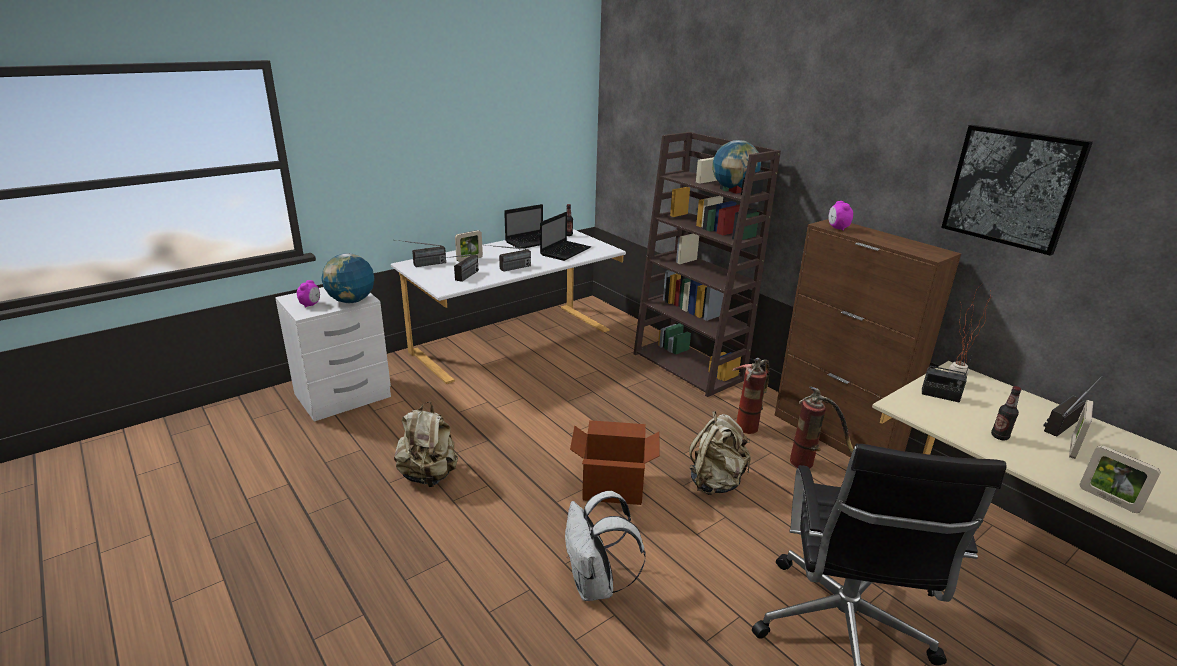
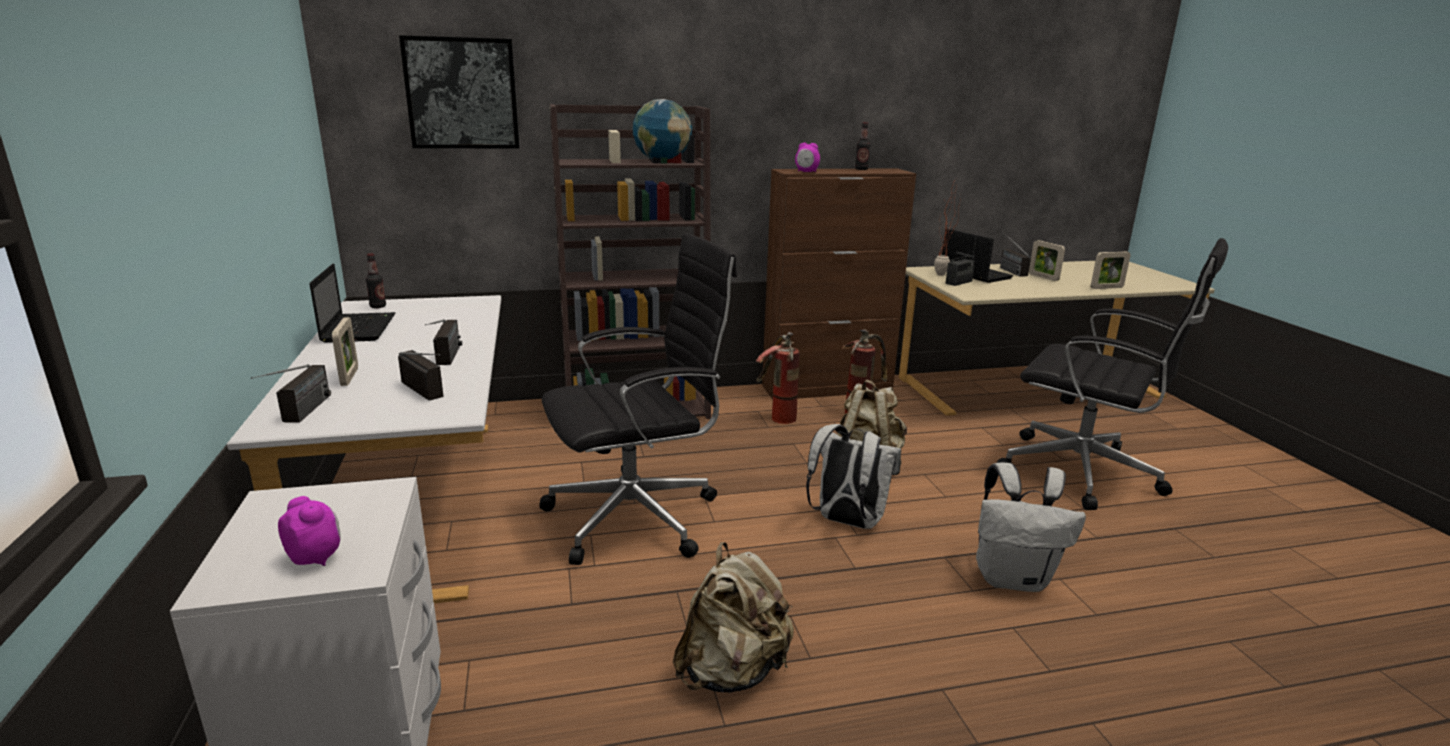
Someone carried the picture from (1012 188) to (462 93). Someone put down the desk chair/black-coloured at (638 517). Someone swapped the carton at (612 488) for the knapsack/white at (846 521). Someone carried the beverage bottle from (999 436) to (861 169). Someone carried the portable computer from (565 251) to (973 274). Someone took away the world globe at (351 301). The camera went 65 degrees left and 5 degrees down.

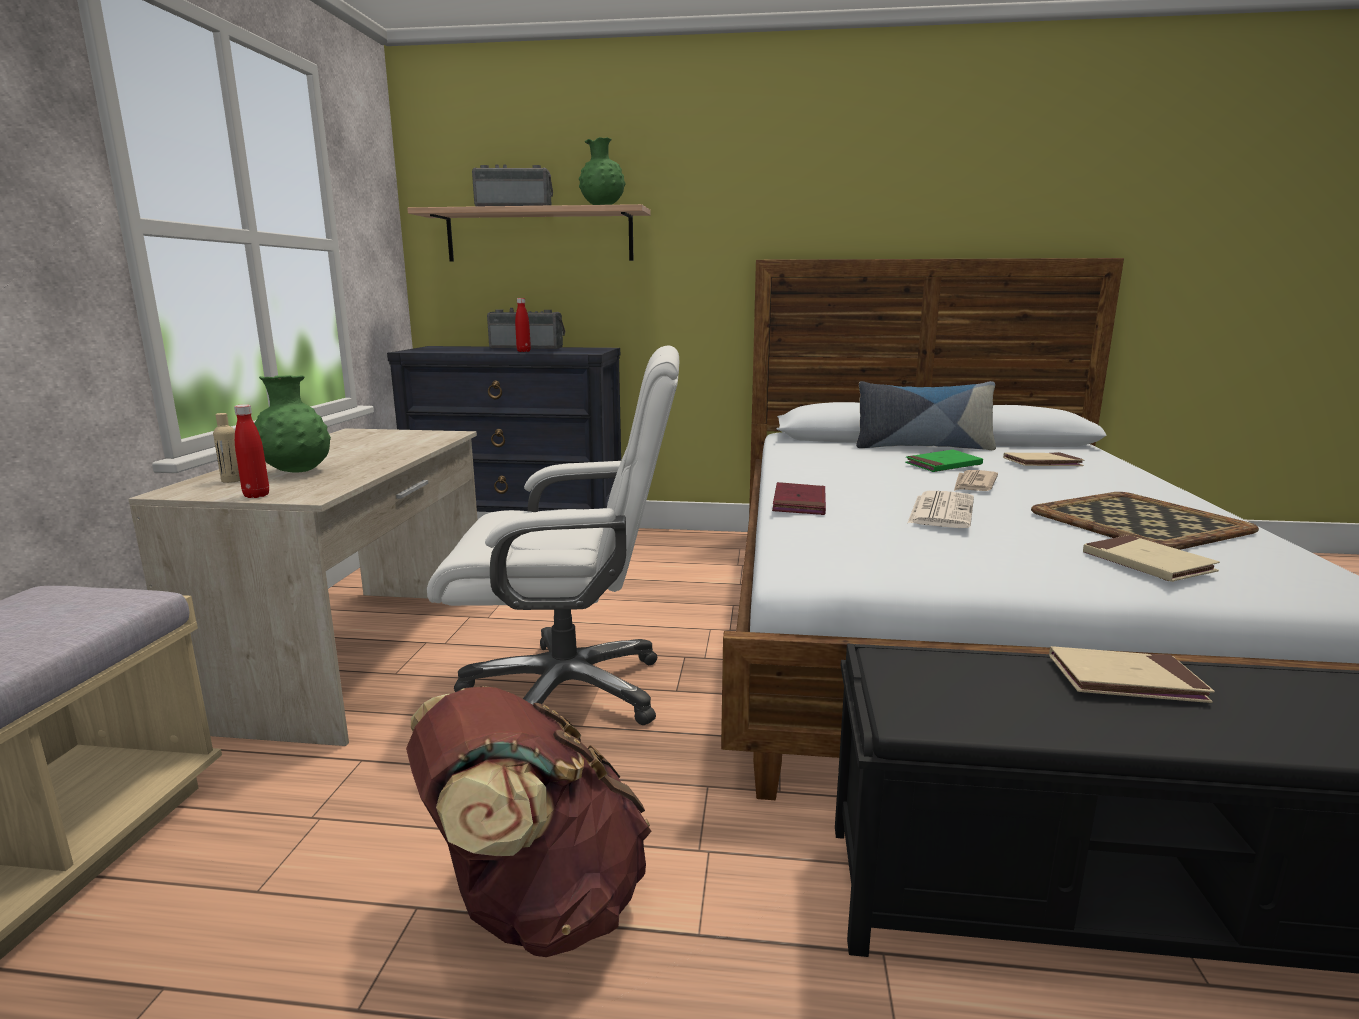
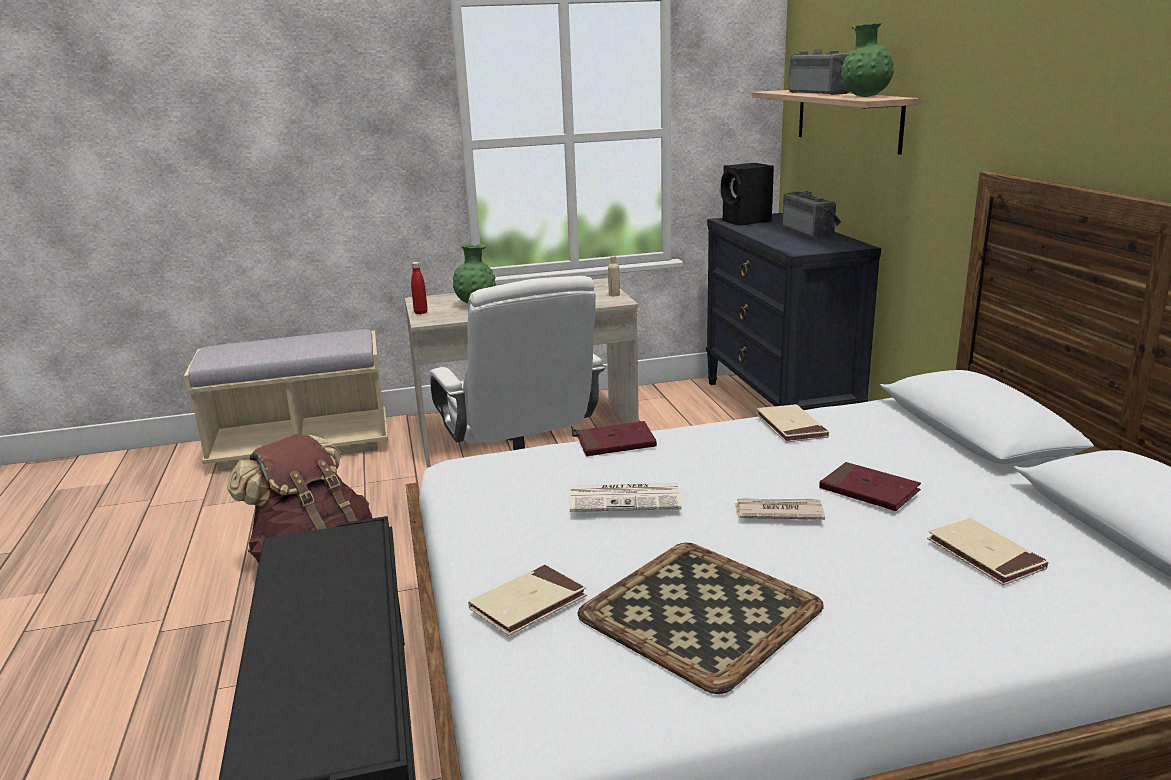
Someone carried the beverage bottle/beige from (232 480) to (614 295). Someone put down the loudspeaker/black-coloured at (747 221). Someone carried the volume/beige from (1125 680) to (791 427). Someone repainted the volume/greenish at (943 465), which became the volume/red at (869 491). Someone took away the beverage bottle/red at (523 351). Someone took away the throw pillow at (922 447). The camera went 70 degrees right and 5 degrees up.

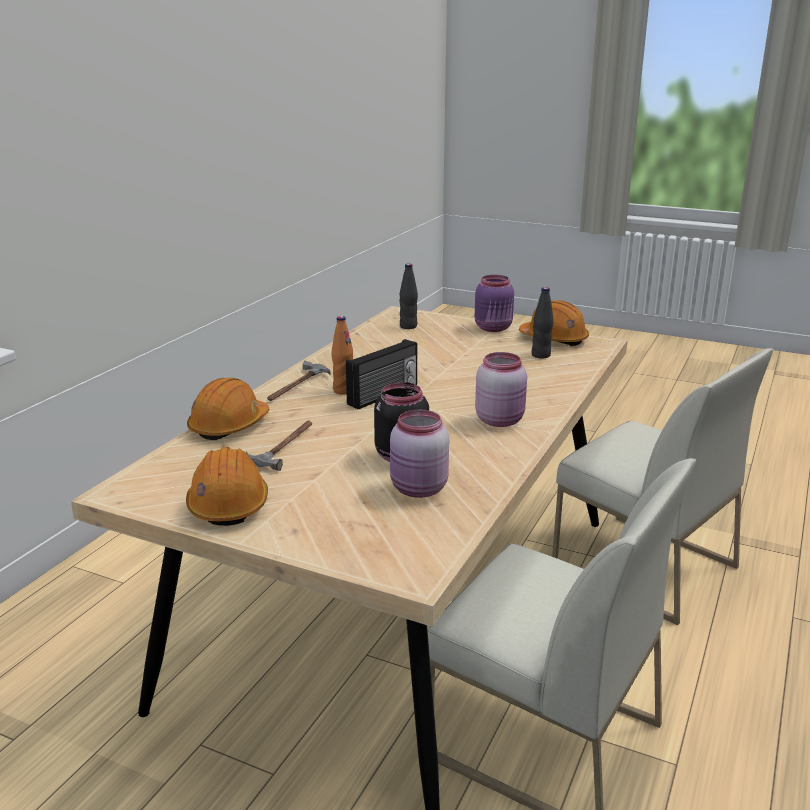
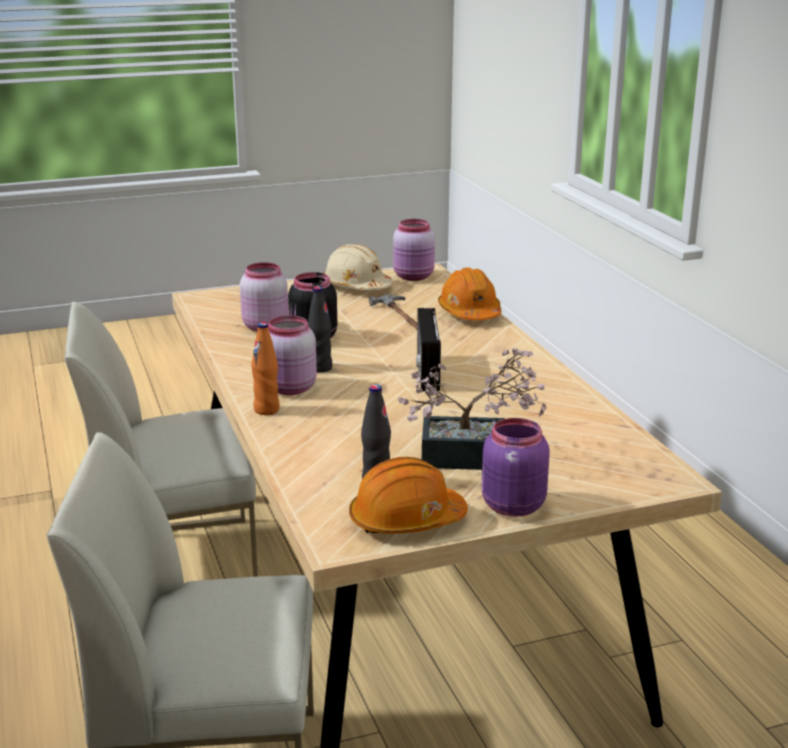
Someone carried the beverage bottle/orangey from (343 390) to (266 410). Someone carried the beverage bottle/black-coloured from (408 326) to (320 368). Someone repainted the safety helmet/orangey at (228 504), which became the safety helmet/beige at (356 286). Someone put down the preserve jar/pink at (414 277). Someone put down the houseplant at (475 457). Someone took away the hand hammer at (296 386). The camera went 135 degrees right and 0 degrees up.

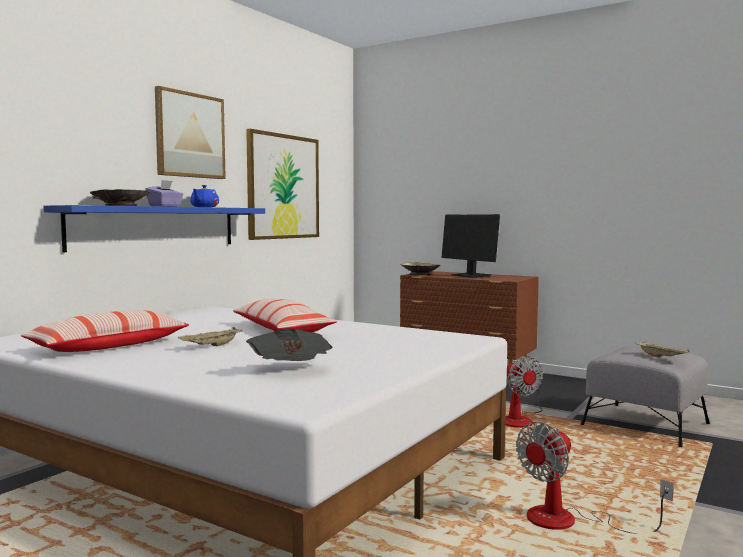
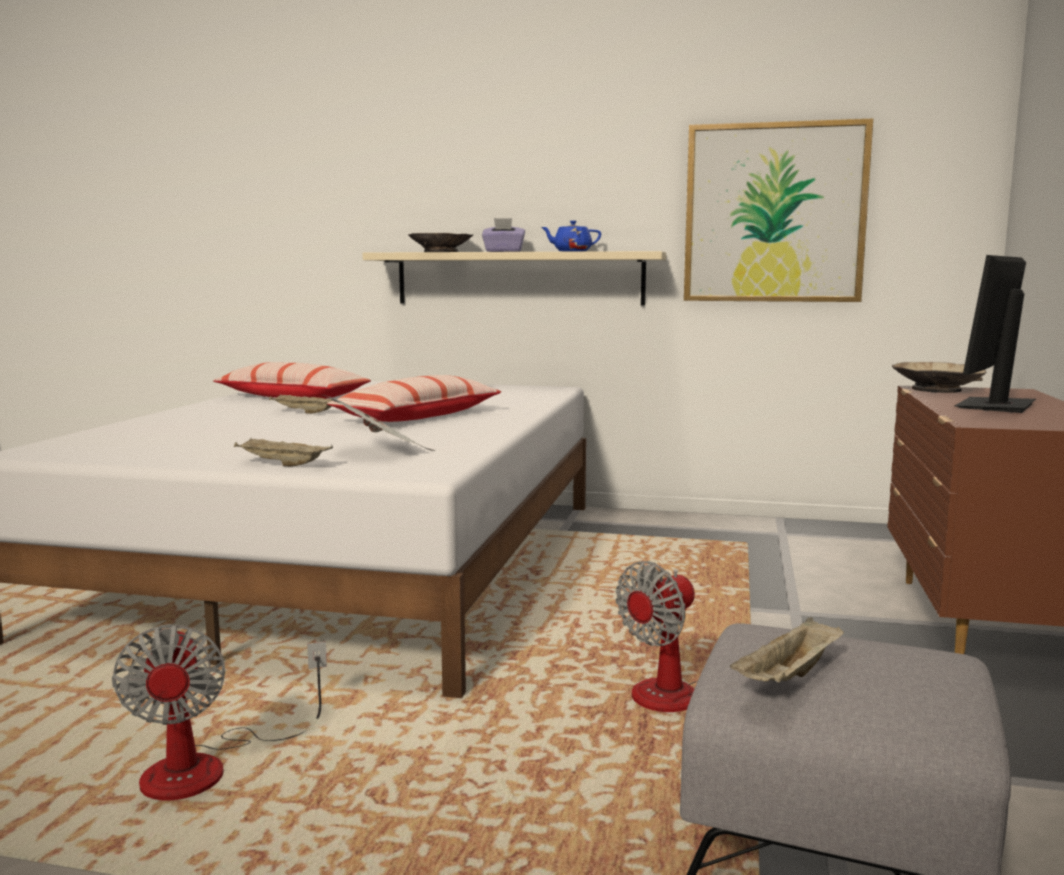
Someone rotated the fan at (569 521) by 135 degrees counterclockwise. Someone put down the carrying tray/beige at (281 464). Someone carried the printed paper from (291 370) to (381 452). Someone repainted the wall shelf/blue-coloured at (156 227), which became the wall shelf/beige at (519 278). Someone took away the picture at (190 135). The camera went 70 degrees right and 5 degrees up.

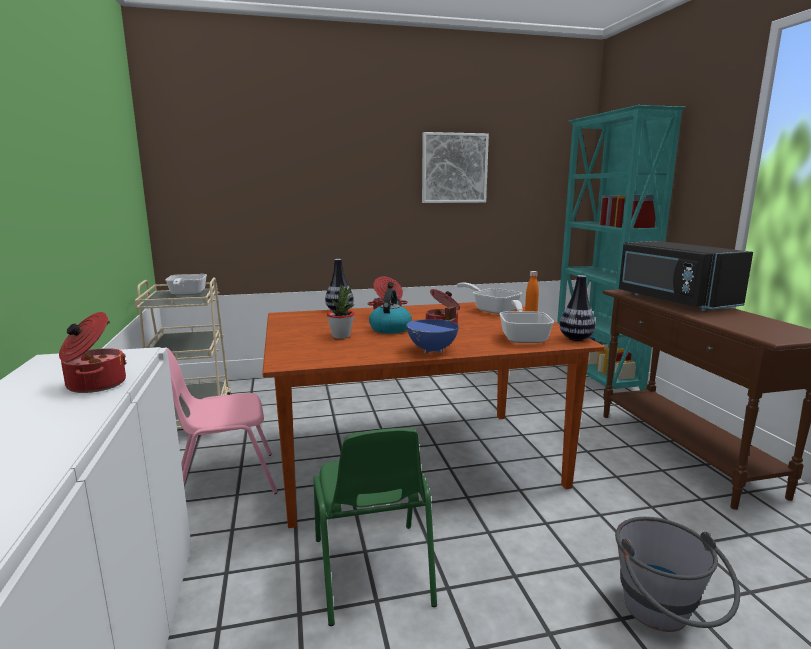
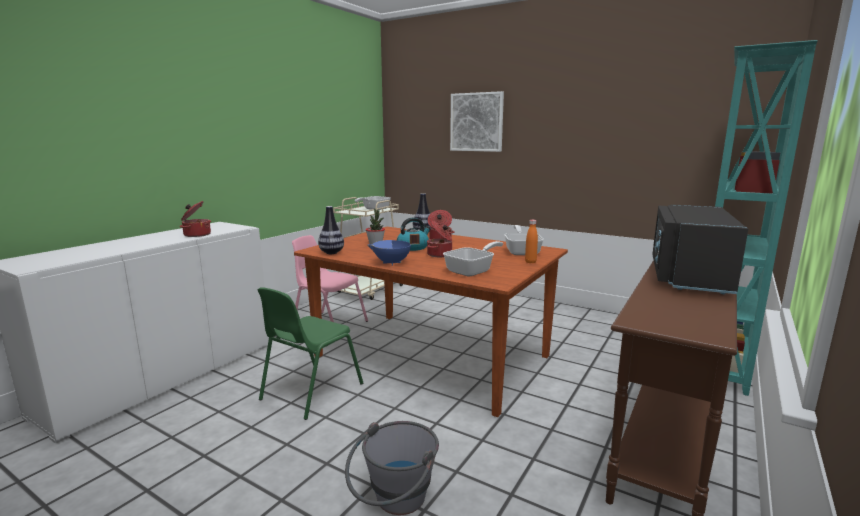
Someone carried the flower vase from (576 339) to (331 253). Someone carried the picture from (454 168) to (476 122). The camera went 45 degrees right and 0 degrees up.

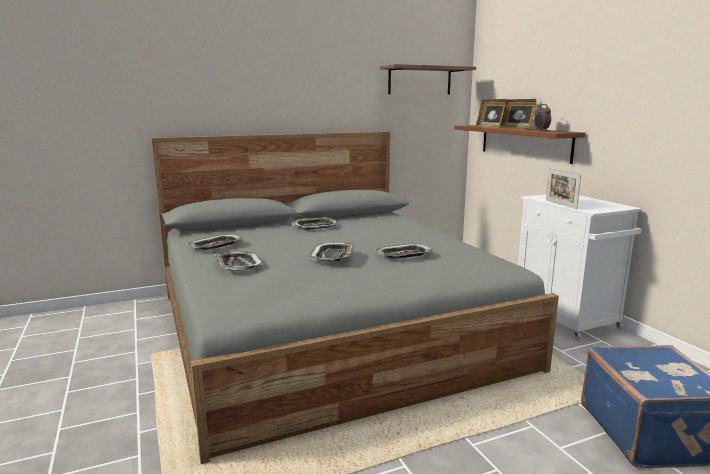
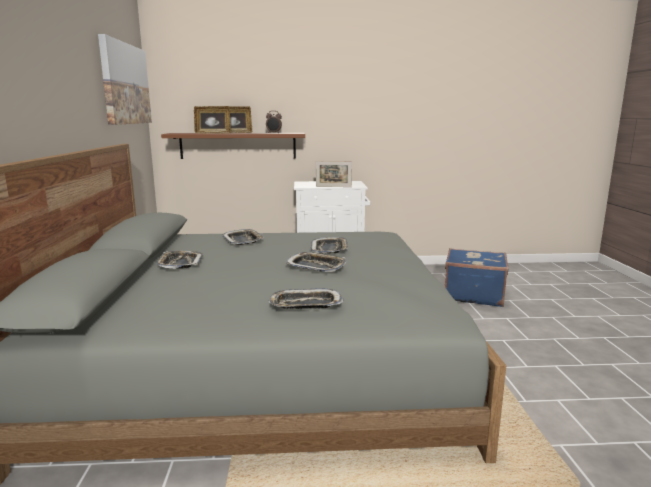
Someone swapped the wall shelf at (420 80) for the picture at (125 84). Someone carried the carrying tray from (216 246) to (243 240). The camera went 70 degrees left and 0 degrees up.

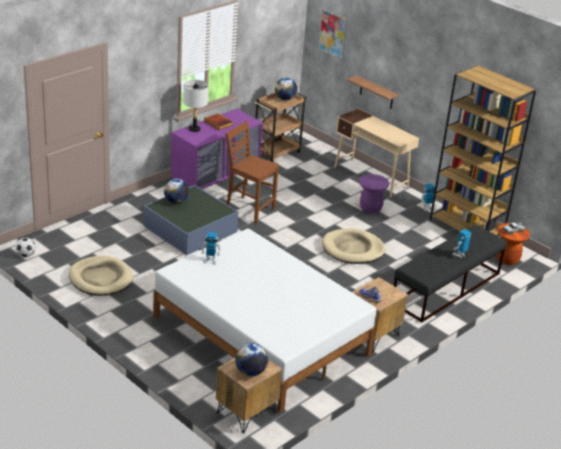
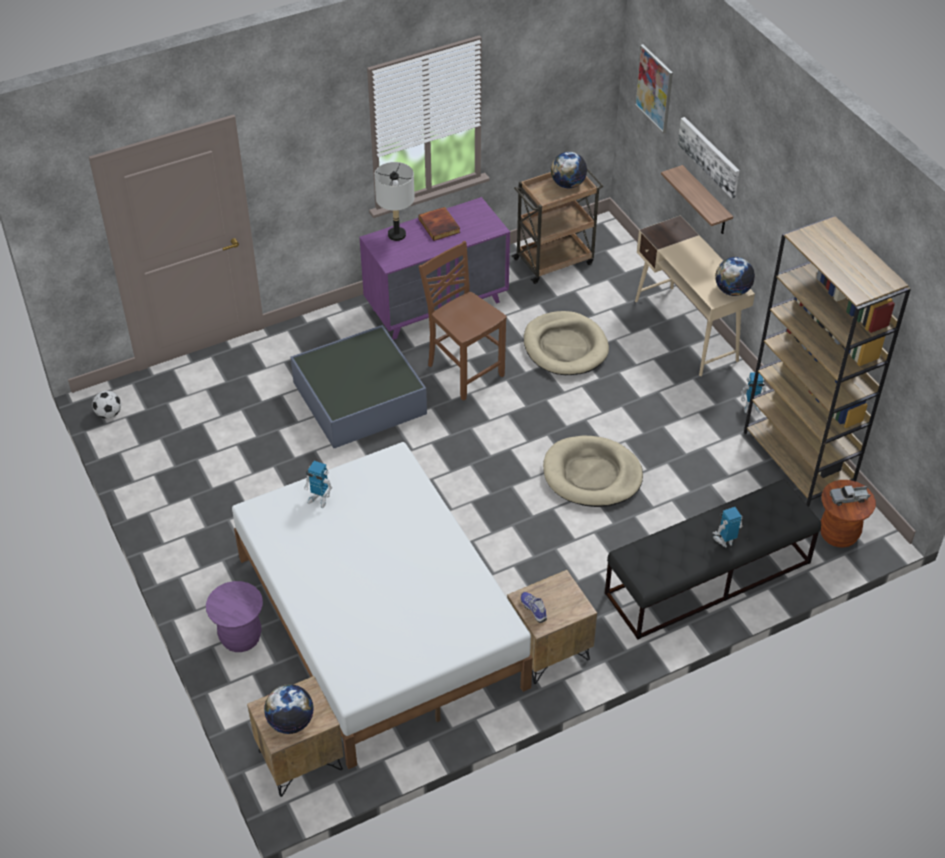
Someone carried the stool seat/purple from (370 208) to (240 637). Someone carried the dog cushion/beige from (101 278) to (565 347). Someone put up the picture at (709 156). Someone carried the world globe from (176 201) to (732 290). The camera went 20 degrees right and 15 degrees up.

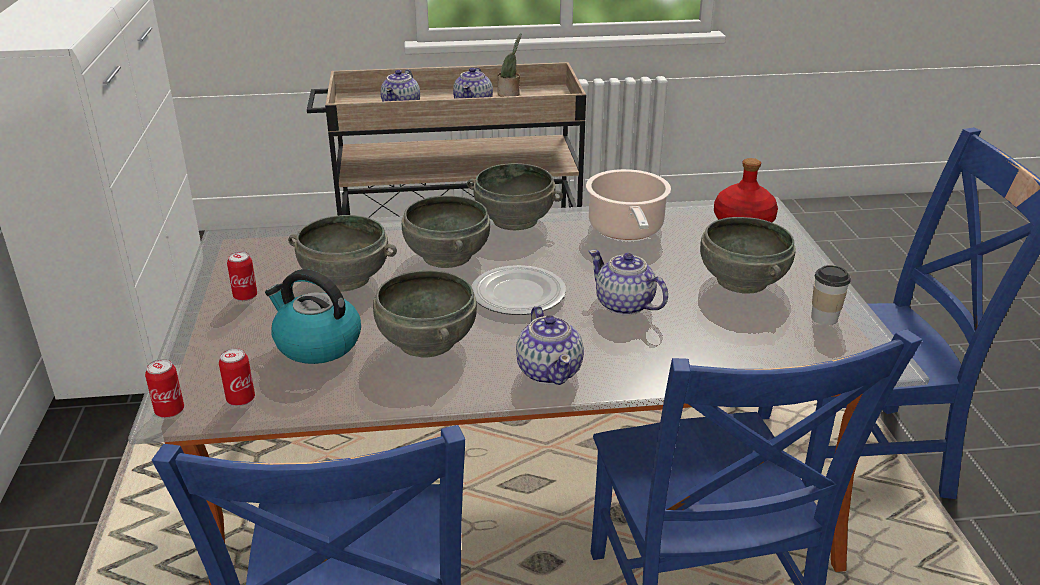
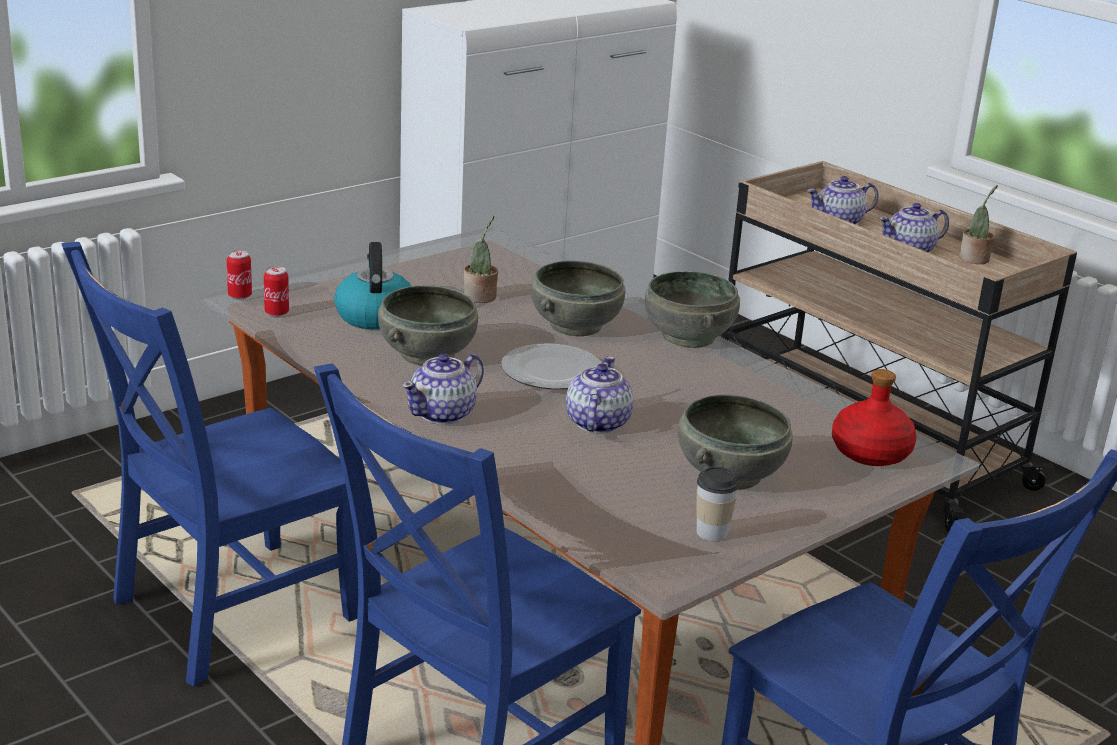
Someone swapped the serving bowl/greyish at (344 279) for the houseplant at (481 297). Someone took away the can at (245 296). Someone took away the cooking pot at (626 230). The camera went 55 degrees right and 5 degrees down.

